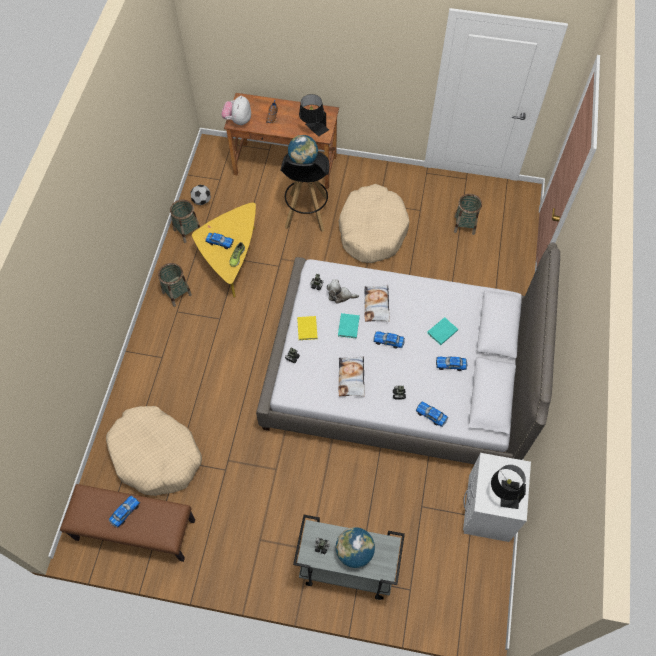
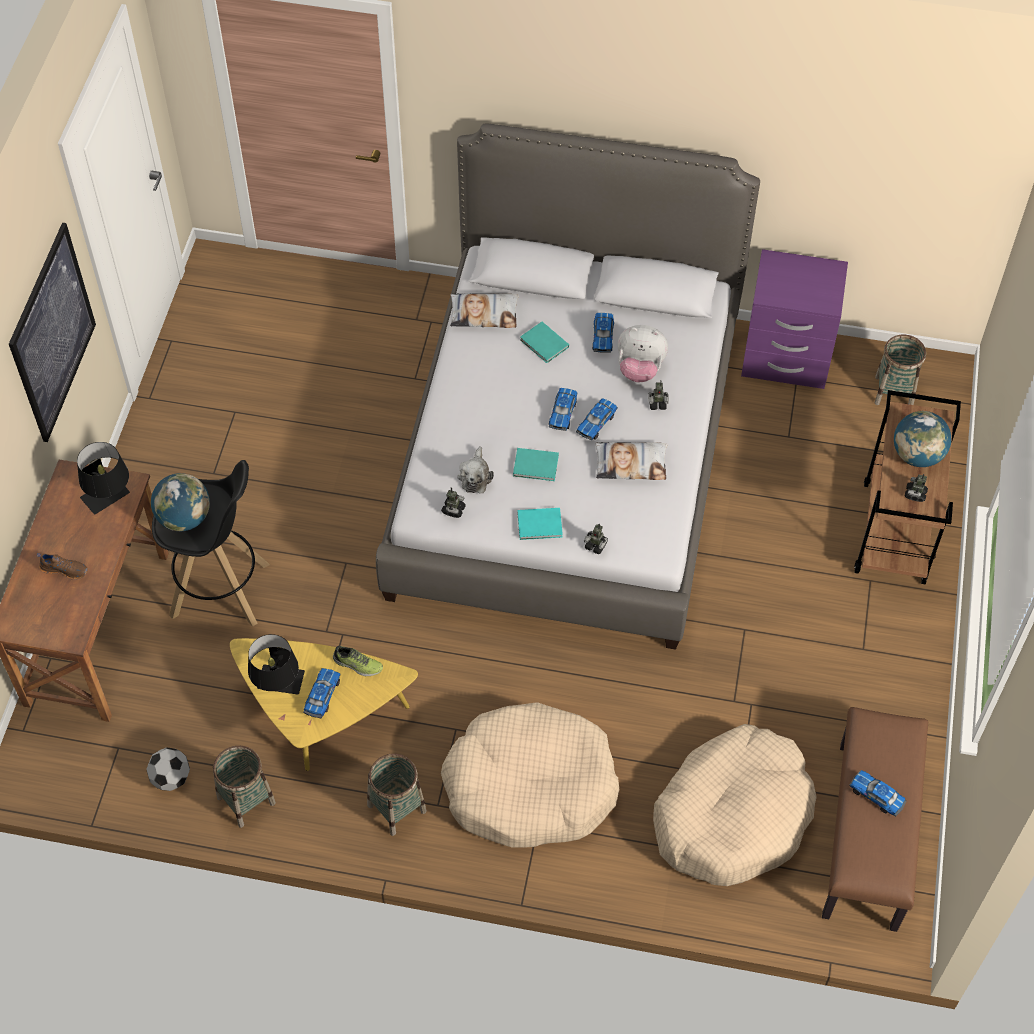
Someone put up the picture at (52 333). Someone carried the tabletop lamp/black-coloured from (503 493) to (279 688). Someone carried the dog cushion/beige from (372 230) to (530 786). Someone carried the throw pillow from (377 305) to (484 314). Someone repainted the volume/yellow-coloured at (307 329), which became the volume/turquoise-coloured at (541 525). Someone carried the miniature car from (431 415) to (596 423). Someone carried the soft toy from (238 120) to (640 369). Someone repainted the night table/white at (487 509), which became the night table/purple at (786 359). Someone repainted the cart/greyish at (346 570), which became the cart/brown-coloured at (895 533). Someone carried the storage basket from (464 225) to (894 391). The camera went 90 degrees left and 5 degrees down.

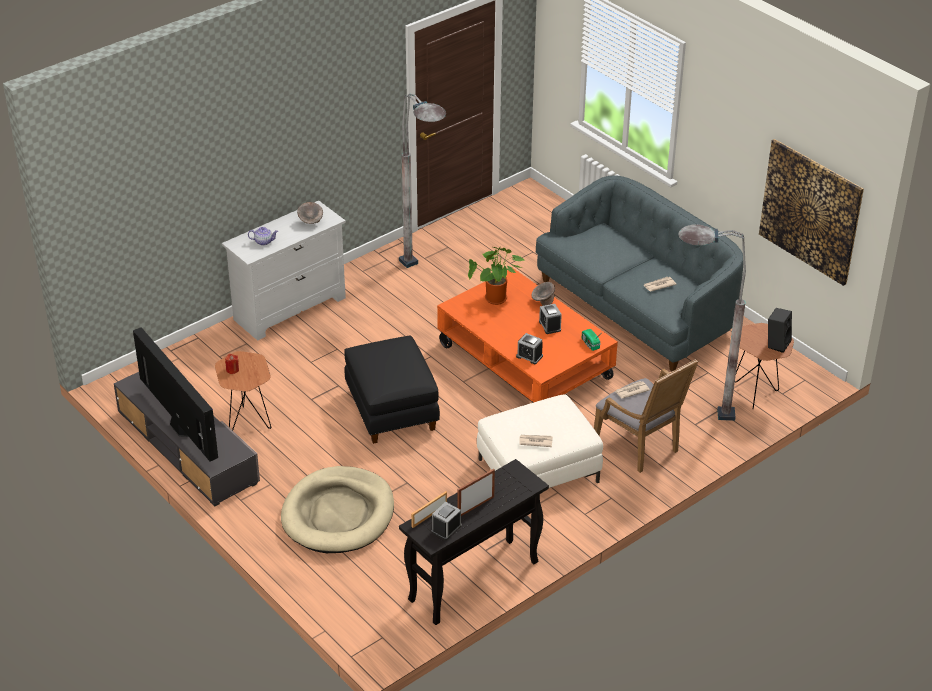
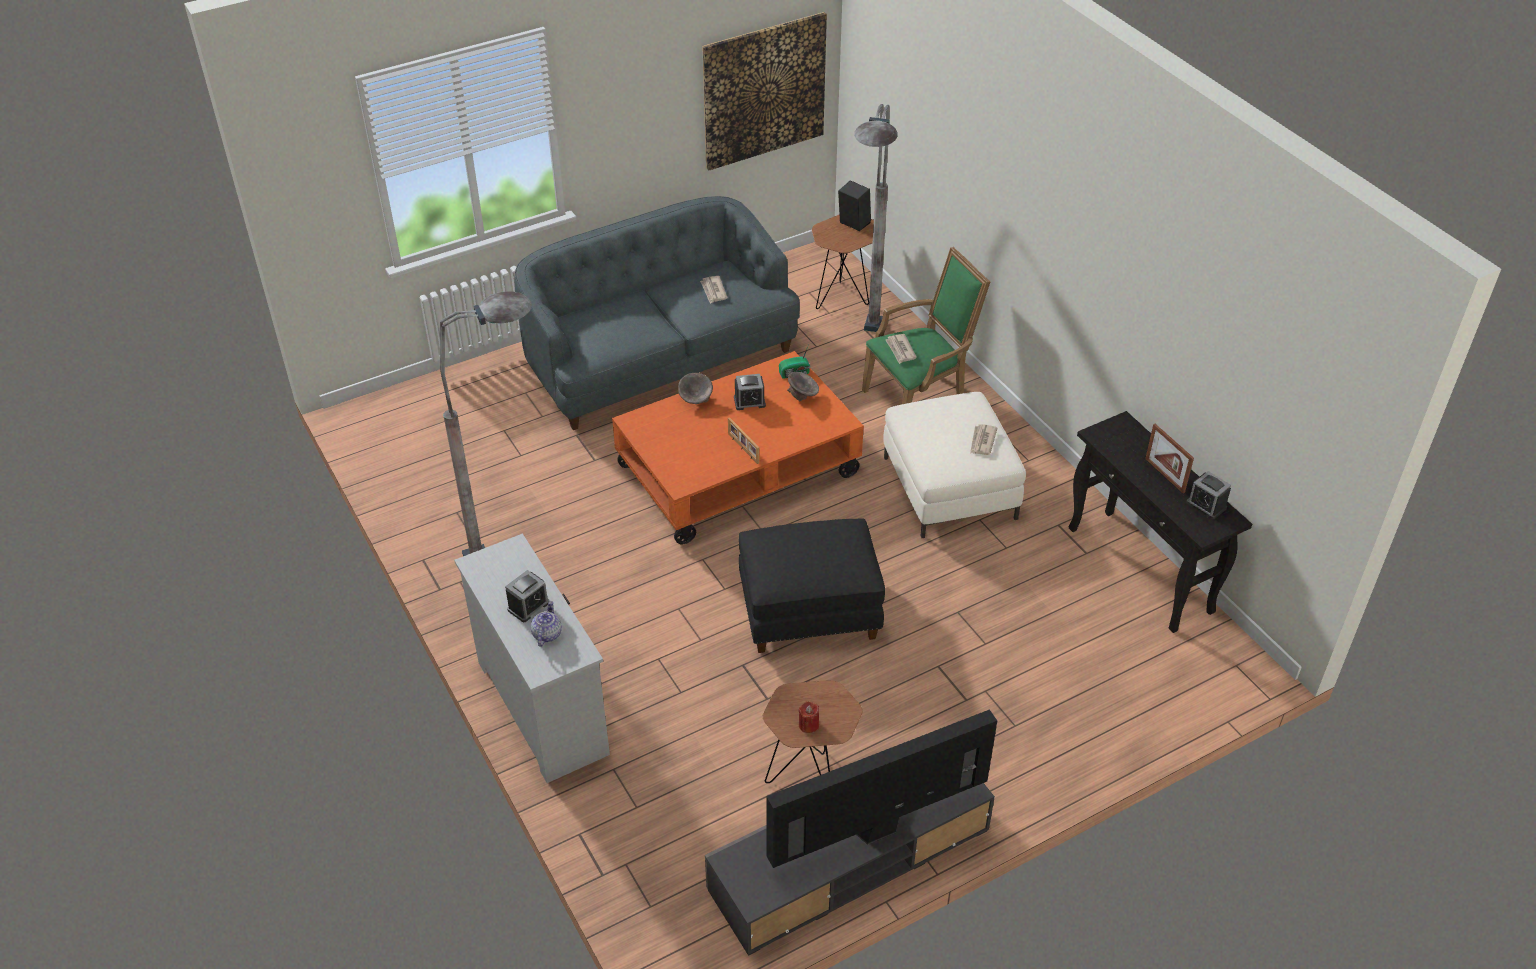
Someone carried the bedside clock from (529 356) to (528 606). Someone carried the standing frame from (428 515) to (742 448). Someone carried the serving bowl/greyish from (311 222) to (802 396). Someone repainted the lounge chair/greyish at (641 447), which became the lounge chair/greenish at (919 398). Someone took away the dog cushion/beige at (338 514). Someone took away the houseplant at (496 300). The camera went 80 degrees left and 5 degrees up.

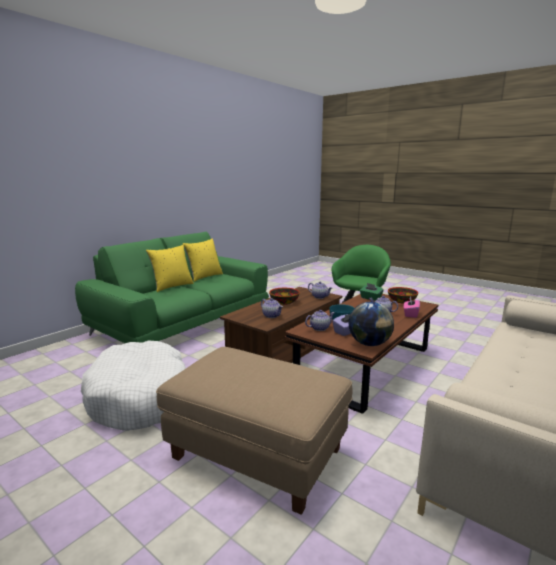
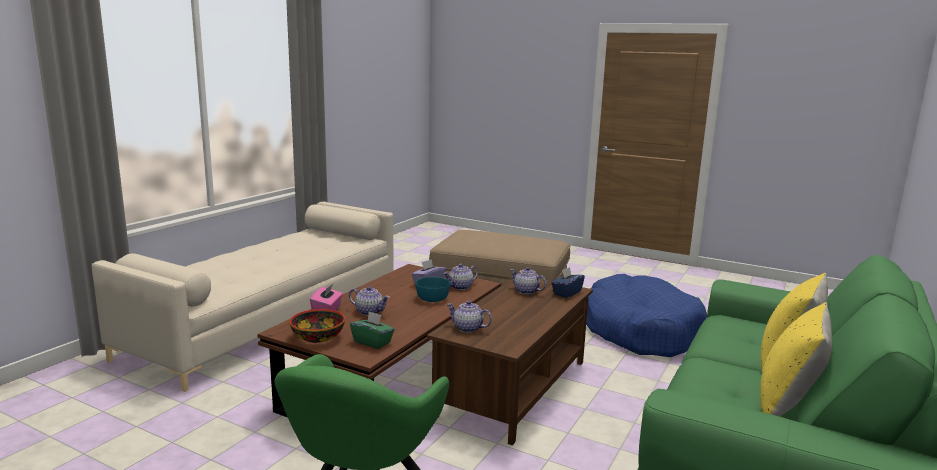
Someone put down the tissue box/blue-coloured at (567 293). Someone repainted the dog cushion/white at (141 397), which became the dog cushion/blue-coloured at (640 331). Someone took away the serving bowl at (284 302). Someone took away the world globe at (369 344). The camera went 170 degrees right and 0 degrees up.

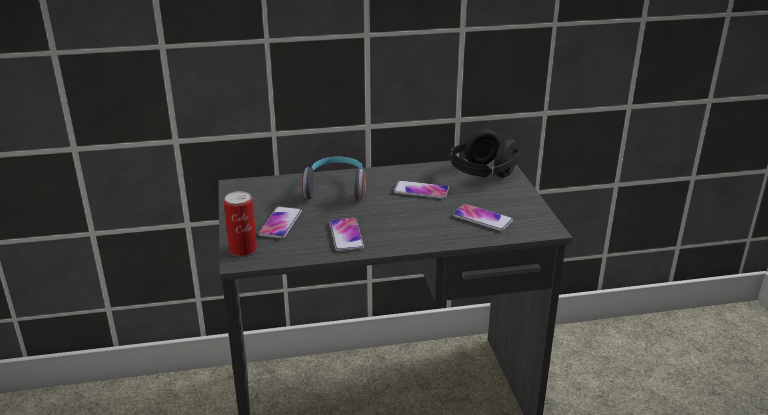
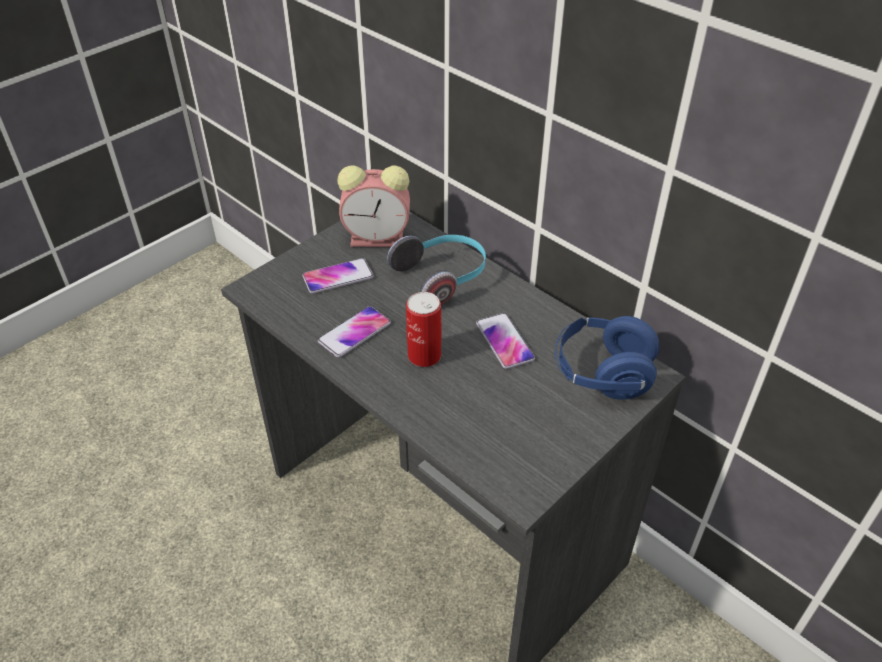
Someone put down the bedside clock at (379 238). Someone carried the can from (243 249) to (424 355). Someone repainted the headset/black-coloured at (482 174), which became the headset/blue-coloured at (602 374). Someone took away the phone at (482 218). The camera went 55 degrees right and 15 degrees up.

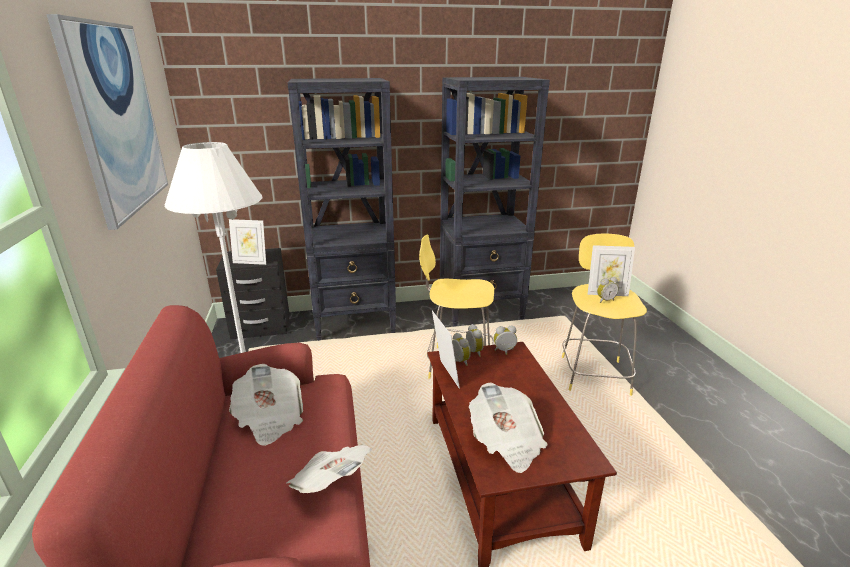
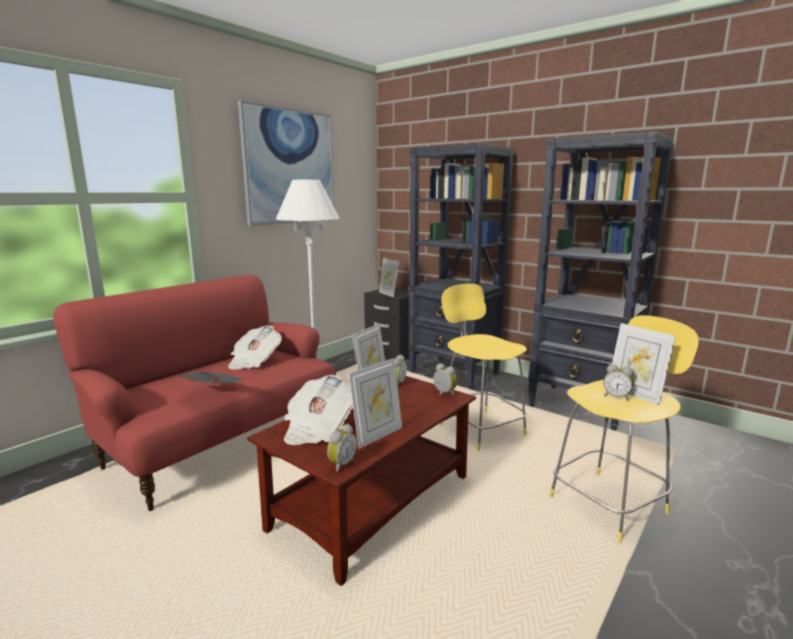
Someone carried the bedside clock from (472 352) to (341 464). Someone put down the standing frame at (377 435). The camera went 50 degrees right and 10 degrees down.

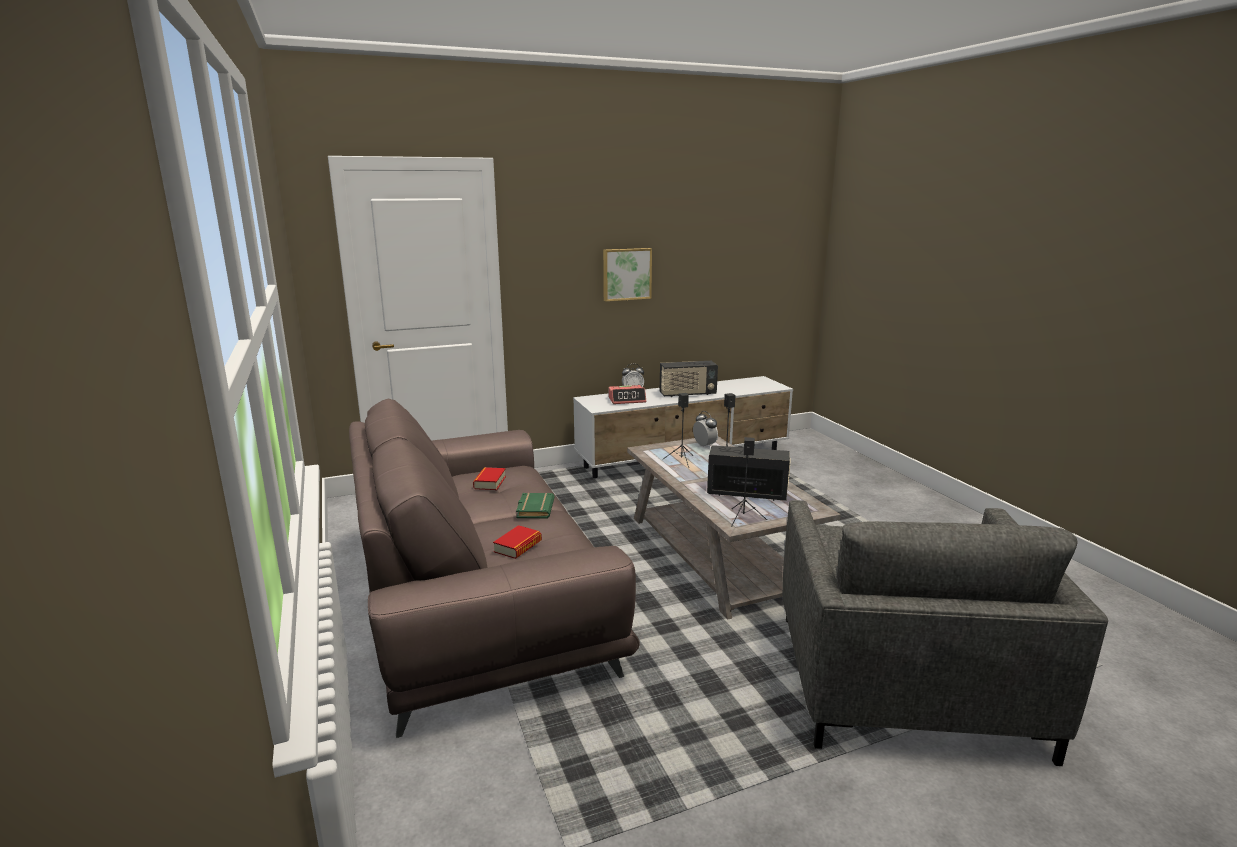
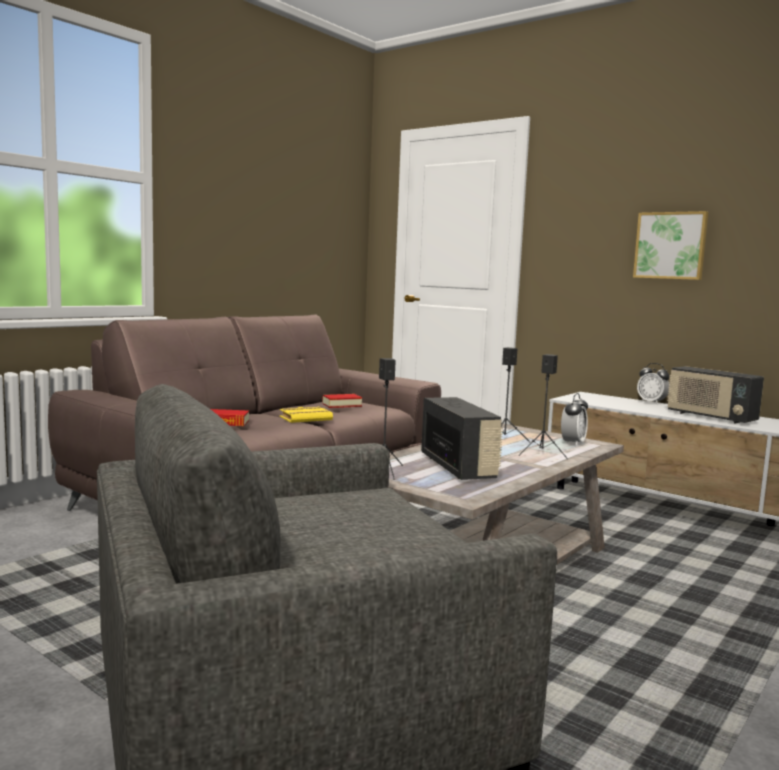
Someone repainted the volume/greenish at (534 509), which became the volume/yellow-coloured at (306 418). Someone took away the bedside clock at (627 400). The camera went 60 degrees right and 10 degrees down.

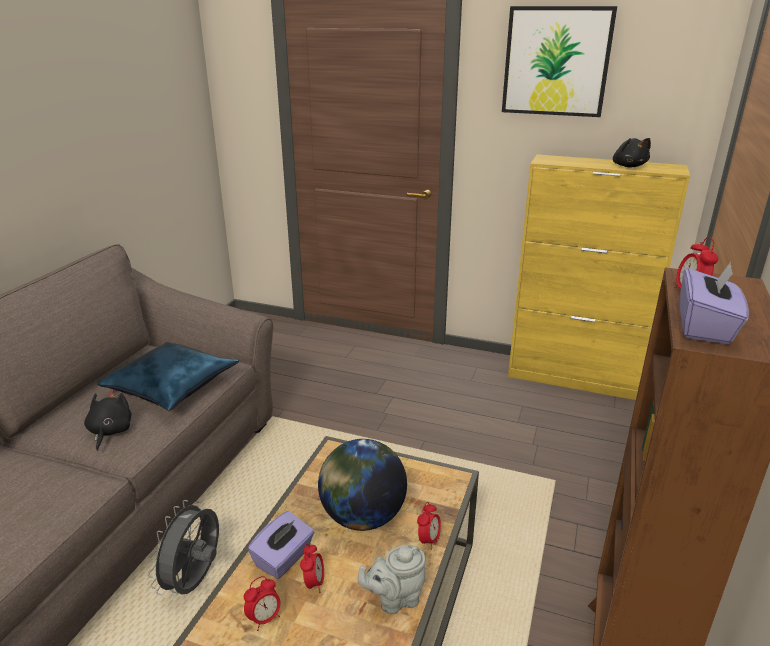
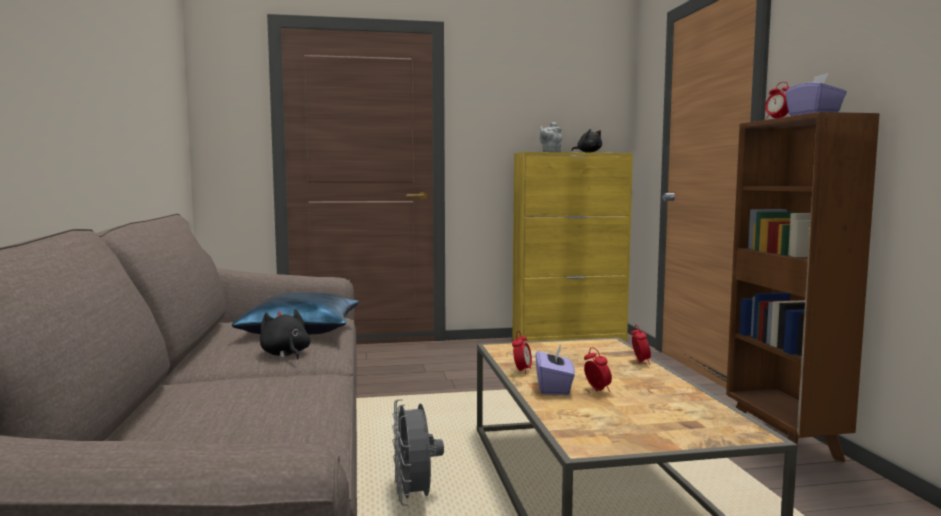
Someone carried the bedside clock from (264 618) to (522 371). Someone carried the teapot/greyish from (395 599) to (550 152). Someone took away the world globe at (362 516). Someone took away the picture at (556 62). The camera went 30 degrees left and 20 degrees down.

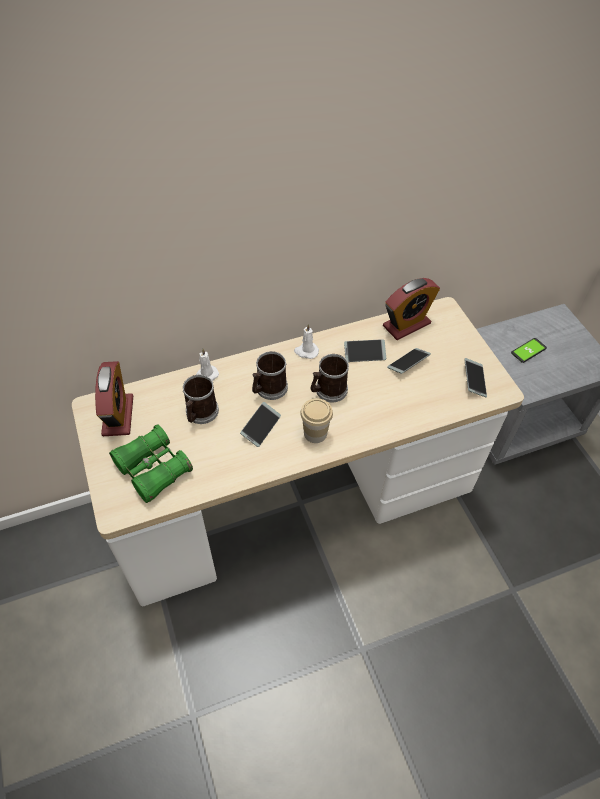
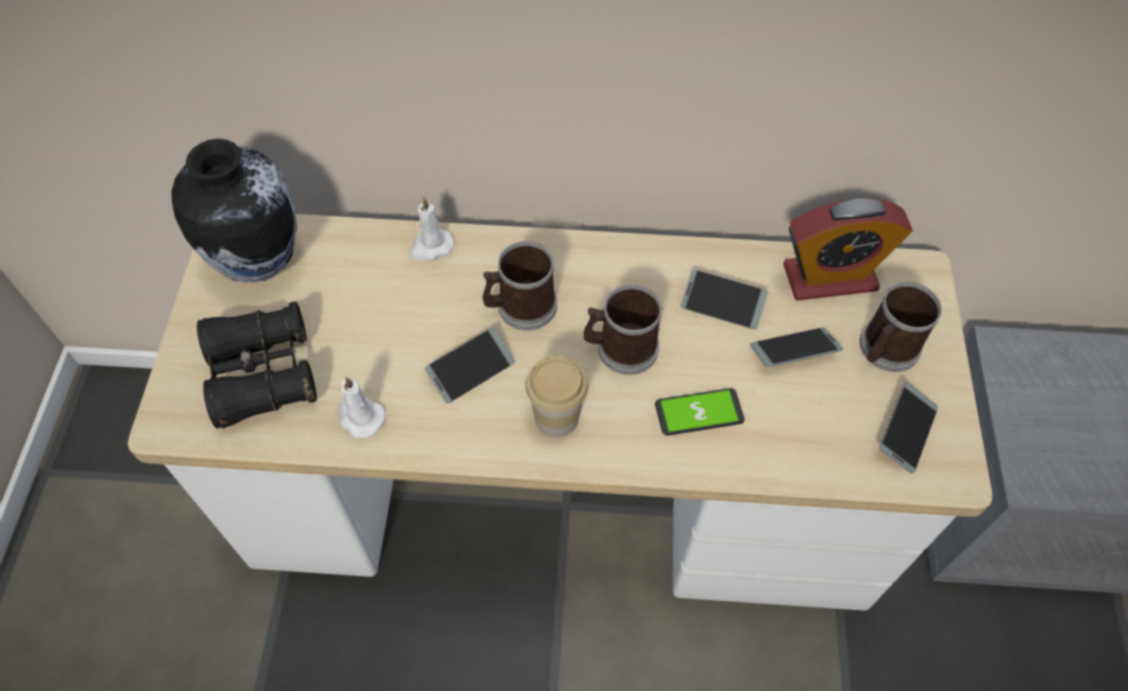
Someone swapped the bedside clock at (118 416) for the flower vase at (260 263). Someone repainted the binoculars/greenish at (153 469), which became the binoculars/black-coloured at (262 374). Someone carried the candle/white from (306 351) to (360 417). Someone carried the phone from (528 350) to (699 412). Someone carried the mug from (200 413) to (885 350). The camera went 25 degrees right and 5 degrees up.

